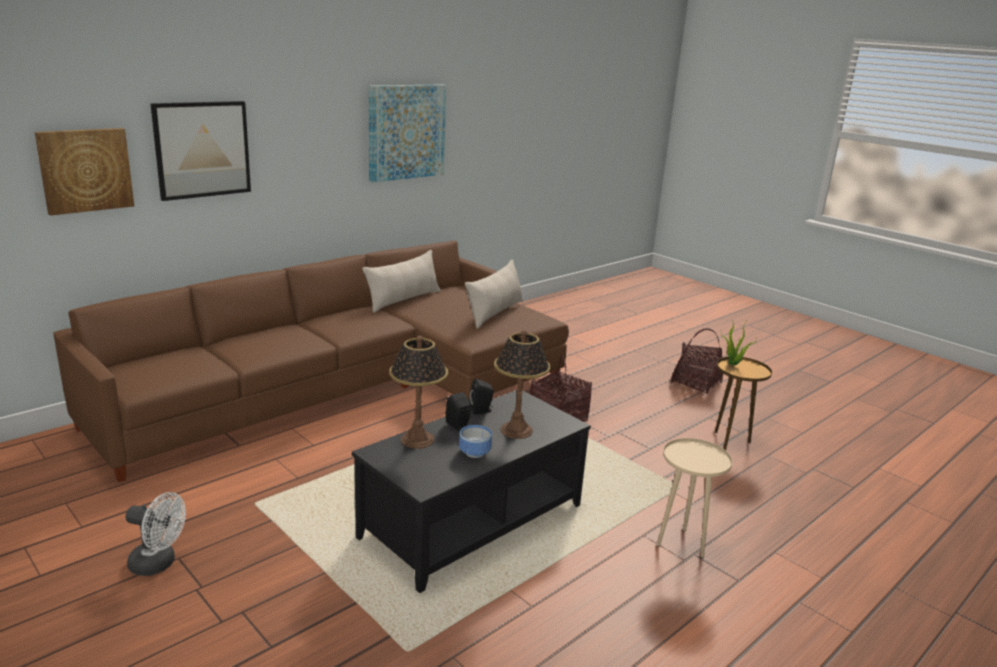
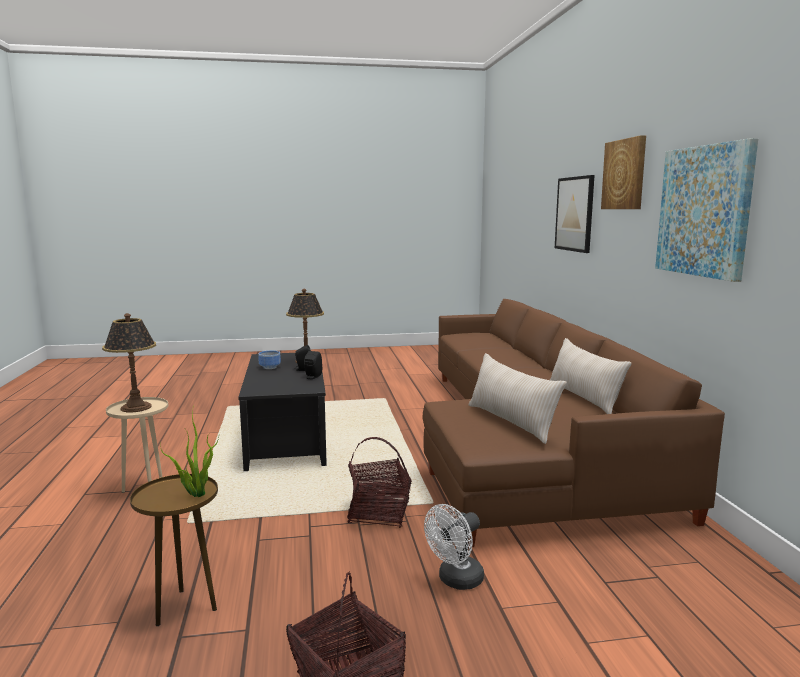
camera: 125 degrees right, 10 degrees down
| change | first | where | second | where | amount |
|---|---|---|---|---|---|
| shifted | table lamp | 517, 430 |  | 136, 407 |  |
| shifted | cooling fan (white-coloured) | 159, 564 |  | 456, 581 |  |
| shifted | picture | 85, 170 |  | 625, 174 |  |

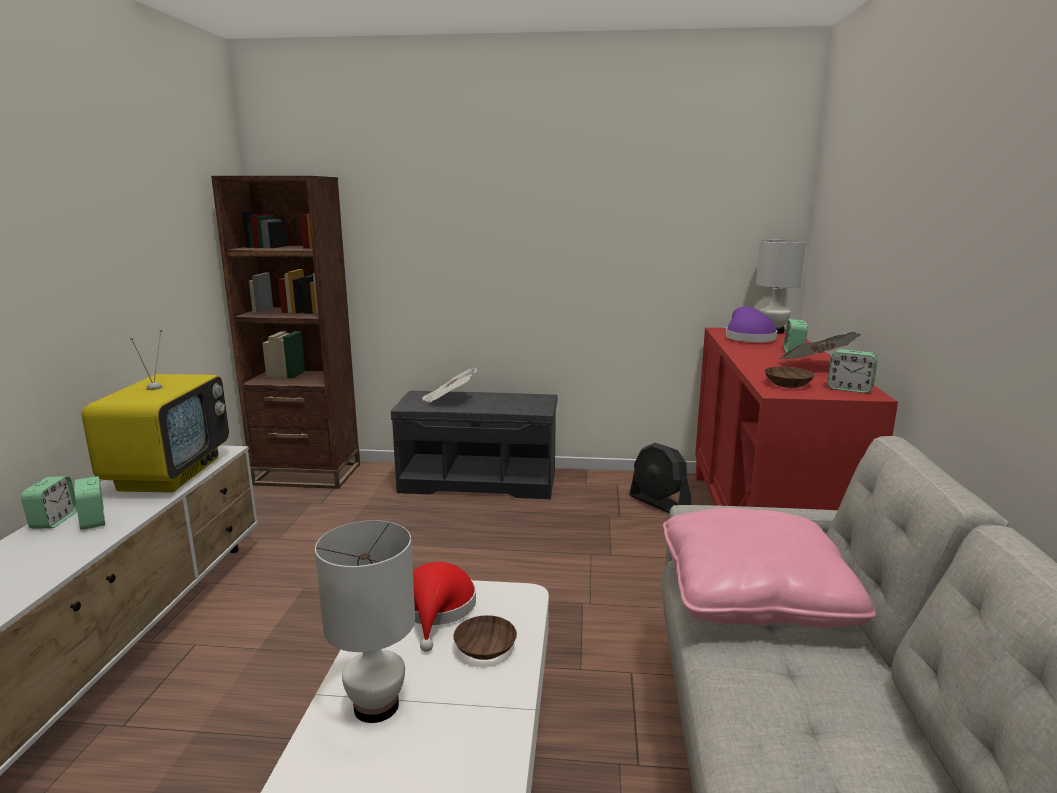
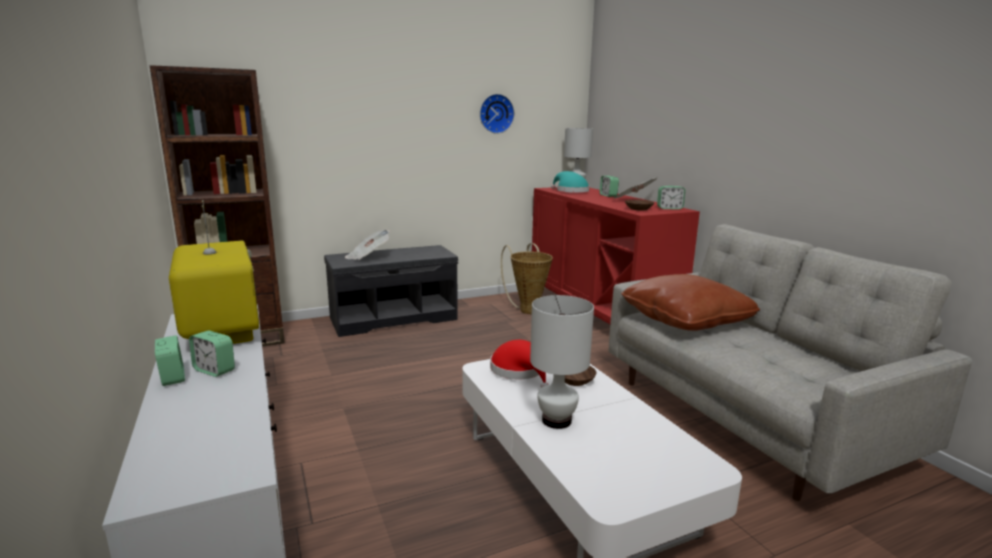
camera: 30 degrees left, 0 degrees up
| change | first | where | second | where | amount |
|---|---|---|---|---|---|
| new |  |  | hanging clock | 495, 113 |  |
| swapped | cooling fan (black-coloured) | 659, 503 | household basket | 527, 309 |  |
| repainted | wearable hat (purple) | 747, 338 | wearable hat (blue-green) | 570, 191 |  |
| repainted | pillow (pinkish) | 753, 596 | pillow (brown-coloured) | 685, 320 |  |

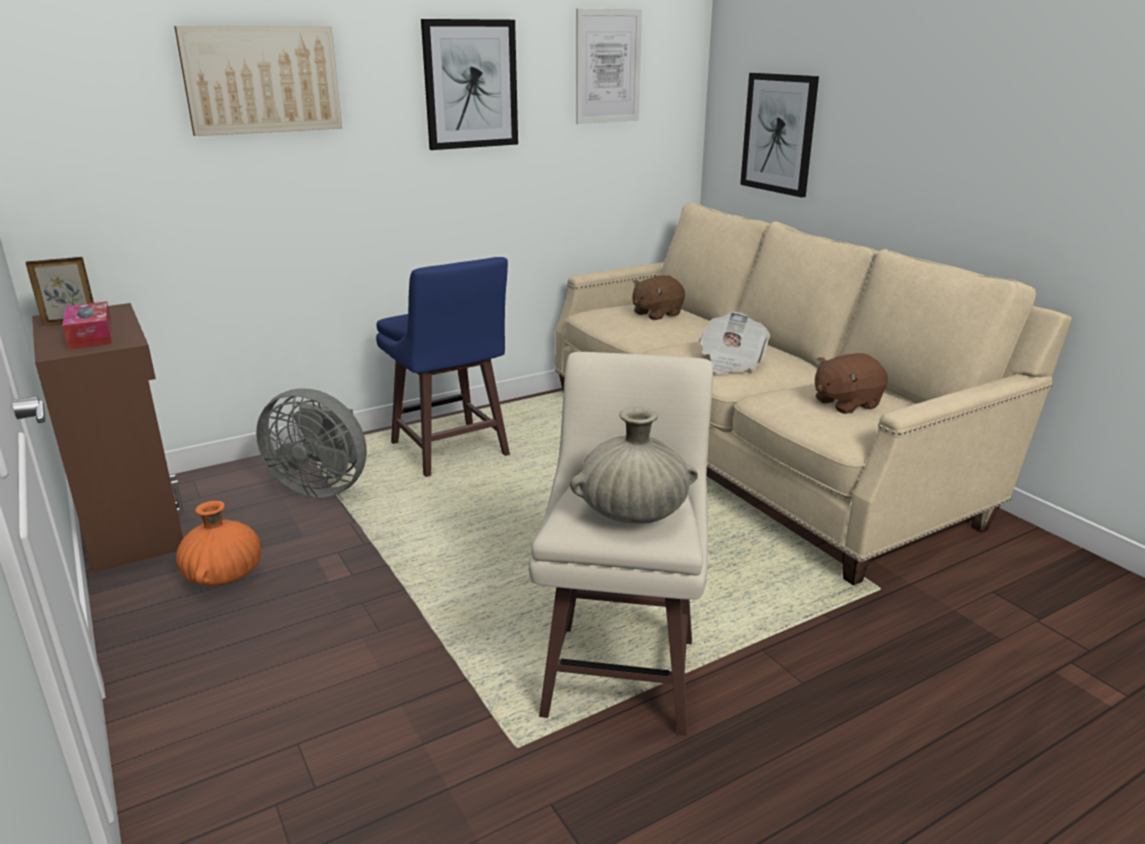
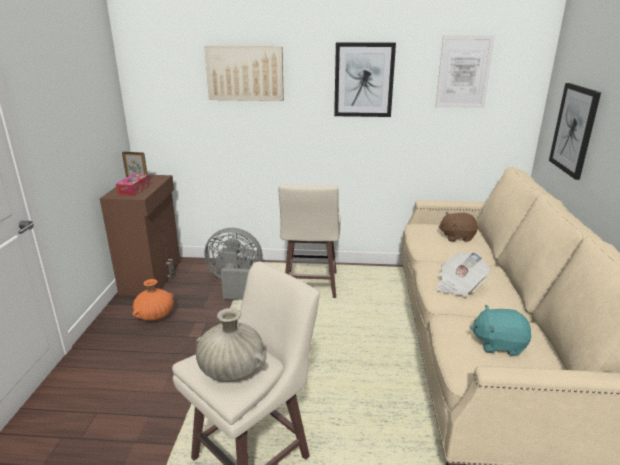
camera: 35 degrees right, 0 degrees up
| change | first | where | second | where | amount |
|---|---|---|---|---|---|
| rotated | cooling fan (grey) | 322, 486 |  | 235, 284 | 135 degrees clockwise |
| repainted | sitting stool (blue) | 450, 451 | sitting stool (beige) | 310, 285 |  |
| repainted | plush toy (brown-coloured) | 845, 403 | plush toy (blue-green) | 498, 344 |  |

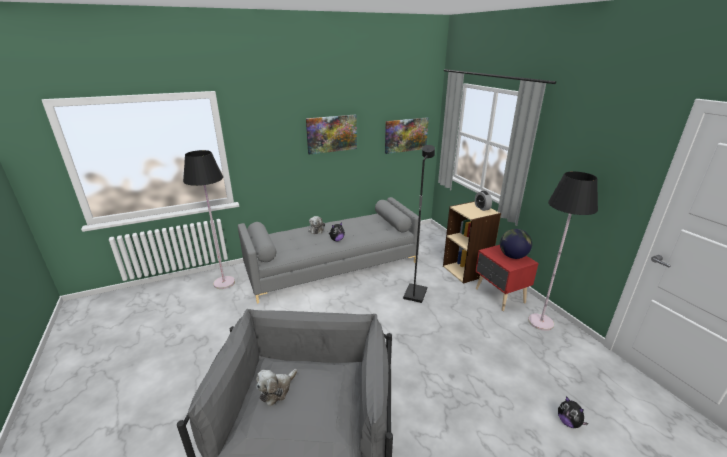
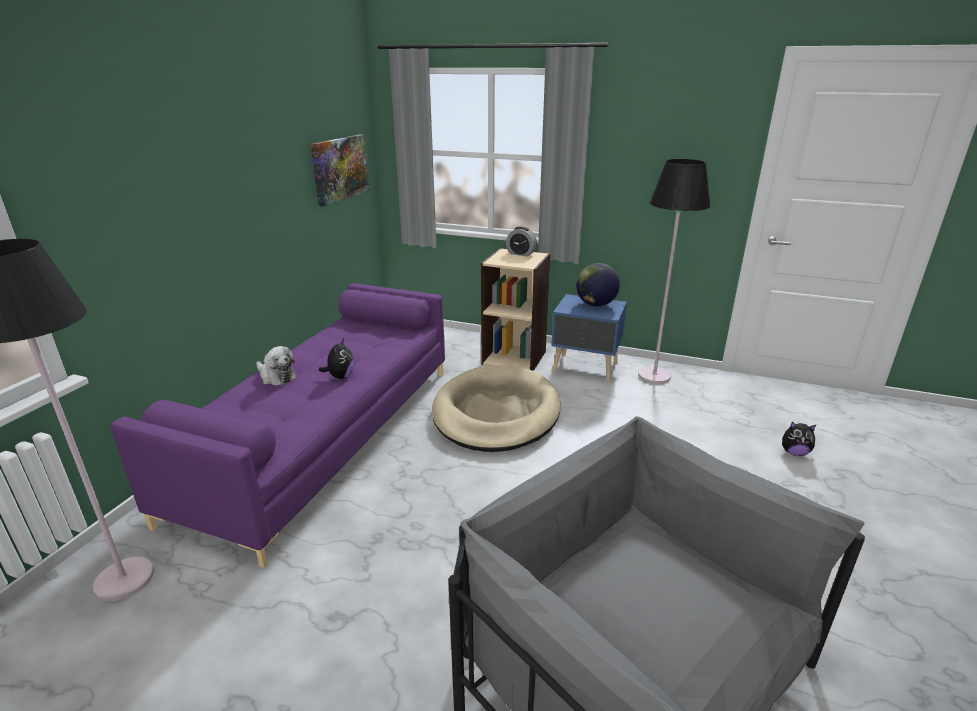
camera: 45 degrees left, 0 degrees up
| change | first | where | second | where | amount |
|---|---|---|---|---|---|
| repainted | sofa (grey) | 333, 266 | sofa (purple) | 325, 436 |  |
| swapped | floor lamp (black-coloured) | 414, 294 | pet bed (beige) | 496, 413 |  |
| repainted | night table (red-coloured) | 499, 296 | night table (blue) | 586, 369 |  |
| gone | plush toy | 277, 390 |  |  |  |
| gone | picture | 331, 134 |  |  |  |

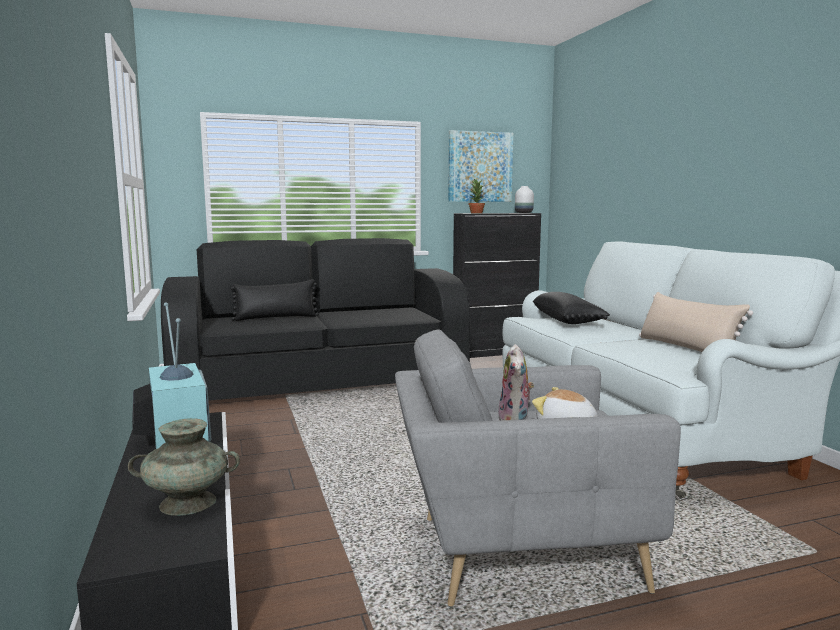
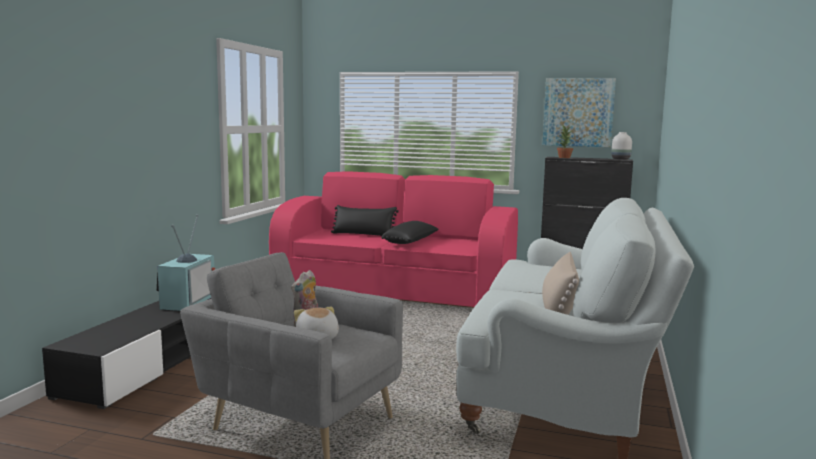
camera: 35 degrees right, 0 degrees up
| change | first | where | second | where | amount |
|---|---|---|---|---|---|
| repainted | sofa (black-coloured) | 321, 381 | sofa (pinkish) | 393, 291 |  |
| shifted | pillow (black-coloured) | 568, 321 |  | 411, 242 |  |
| gone | vase (blue-green) | 187, 503 |  |  |  |

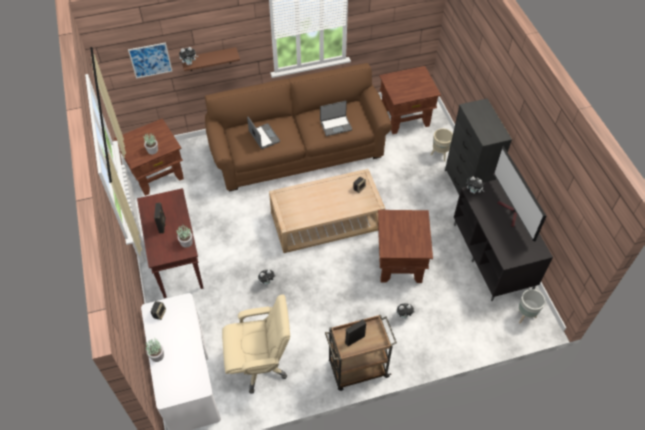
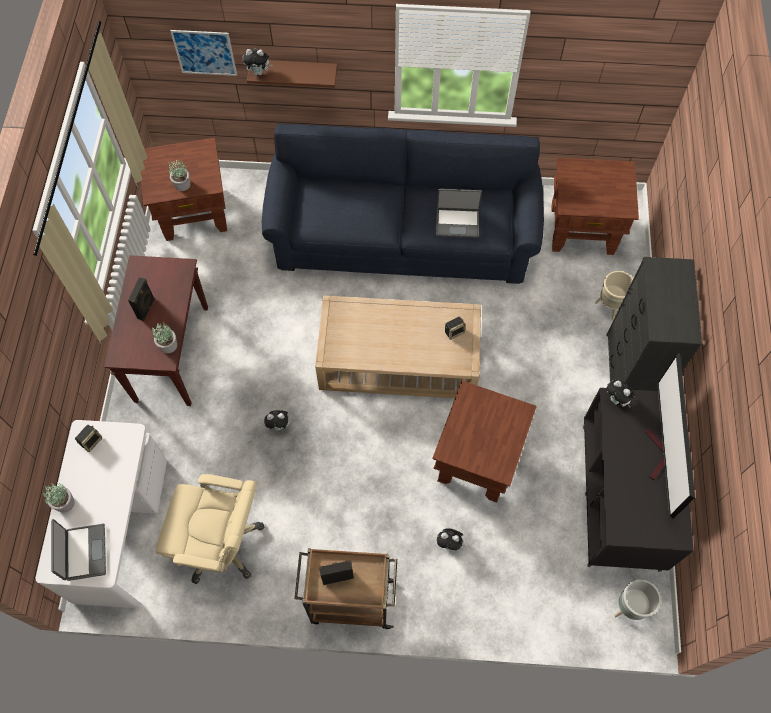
camera: 20 degrees right, 10 degrees up
| change | first | where | second | where | amount |
|---|---|---|---|---|---|
| shifted | notebook computer | 263, 137 |  | 84, 552 |  |
| repainted | sofa (brown-coloured) | 298, 151 | sofa (blue) | 403, 236 |  |

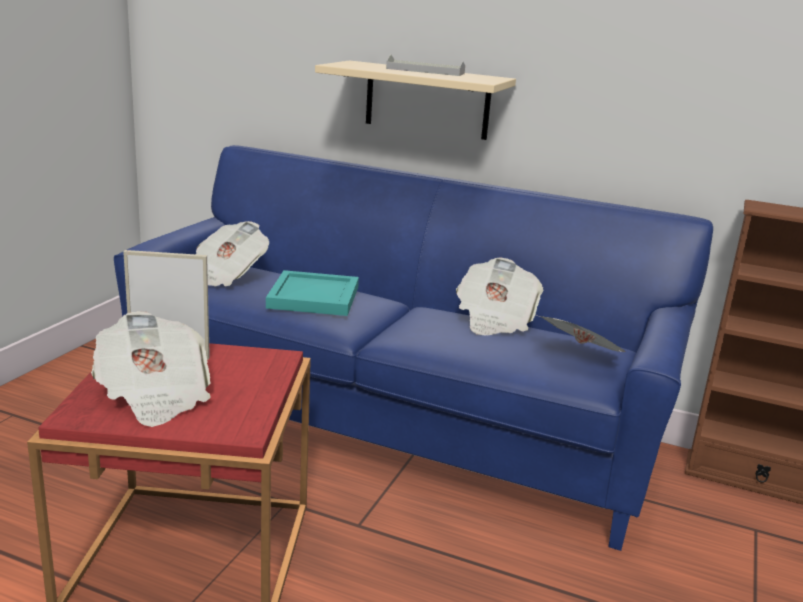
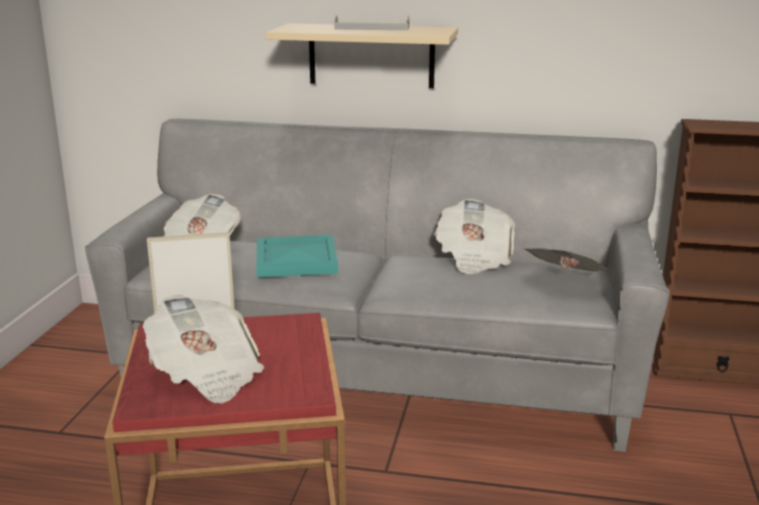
camera: 10 degrees left, 0 degrees up
| change | first | where | second | where | amount |
|---|---|---|---|---|---|
| repainted | sofa (blue) | 392, 428 | sofa (grey) | 379, 377 |  |

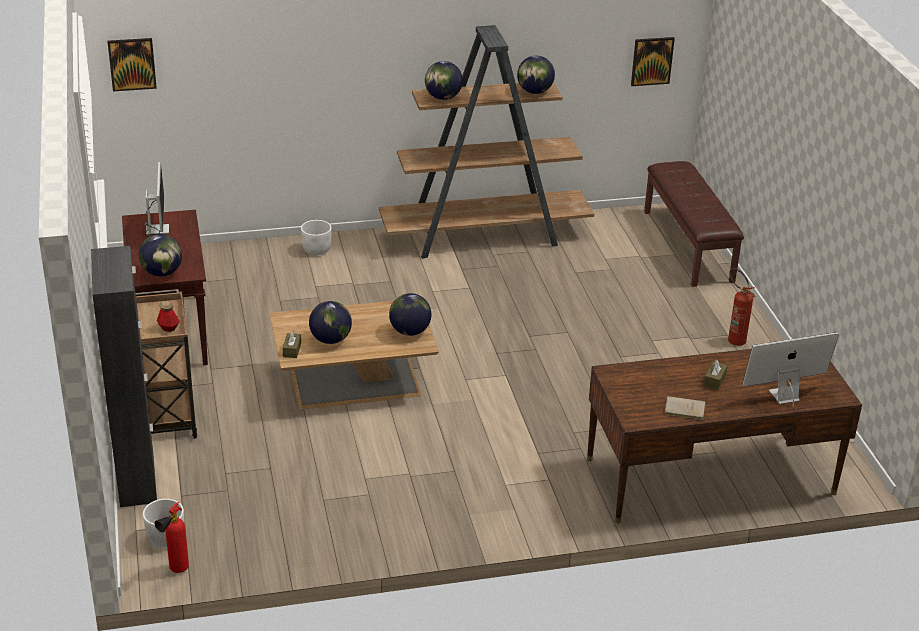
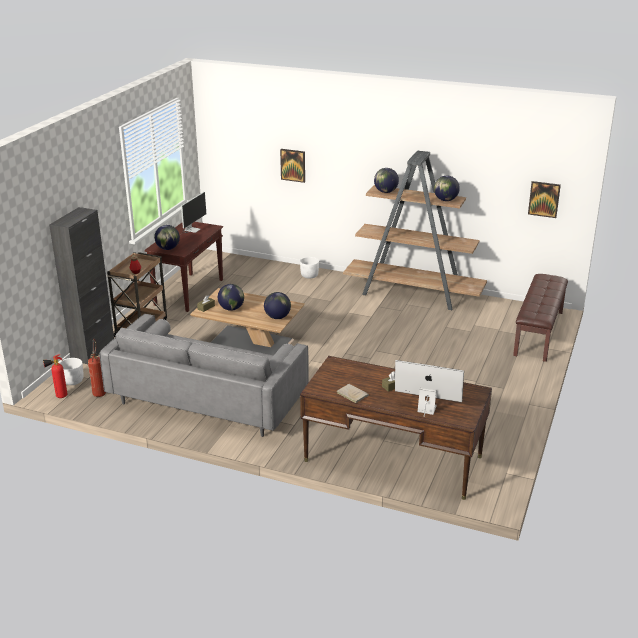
camera: 35 degrees right, 5 degrees down
| change | first | where | second | where | amount |
|---|---|---|---|---|---|
| shifted | extinguisher | 733, 339 |  | 99, 391 |  |
| new |  |  | sofa (grey) | 208, 400 |  |
| shifted | picture | 132, 64 |  | 293, 165 |  |

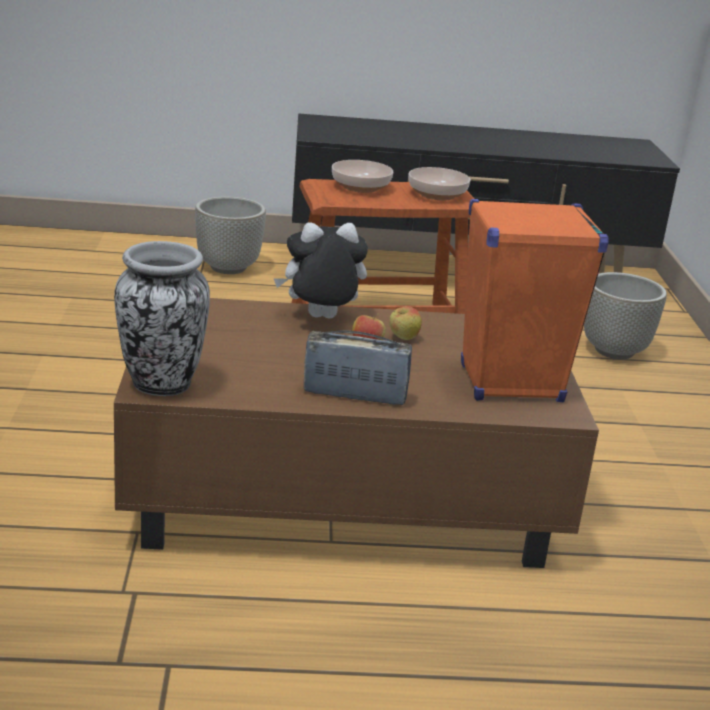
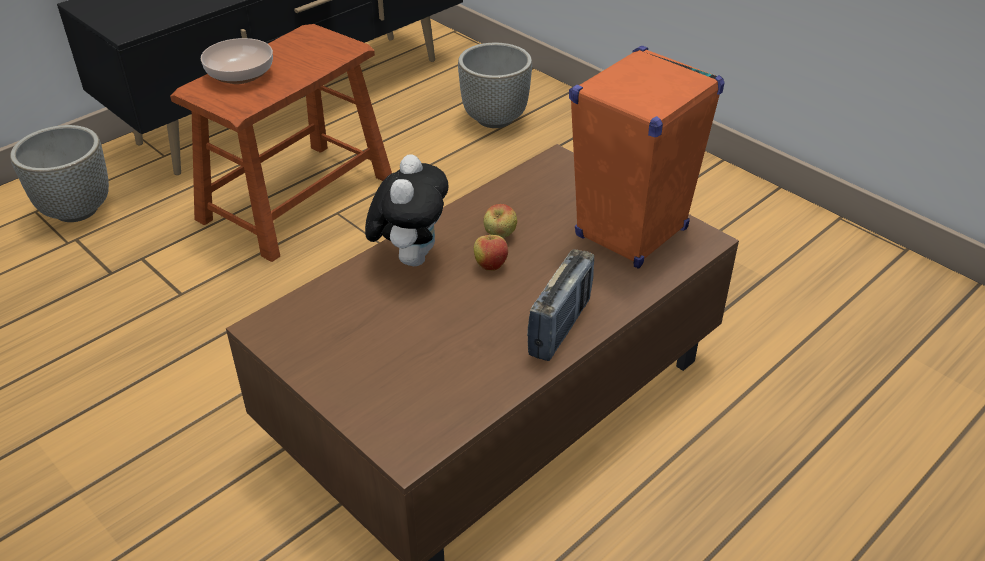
camera: 40 degrees left, 15 degrees up
| change | first | where | second | where | amount |
|---|---|---|---|---|---|
| rotated | plush toy | 320, 319 |  | 410, 257 | 150 degrees clockwise |
| rotated | radio | 354, 395 |  | 560, 327 | 150 degrees clockwise |
| gone | vase | 161, 385 |  |  |  |
| gone | bowl | 436, 195 |  |  |  |

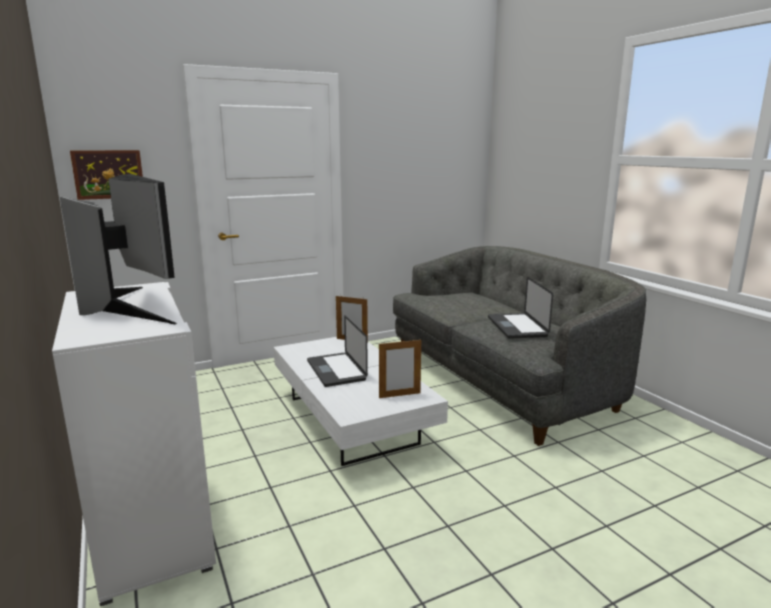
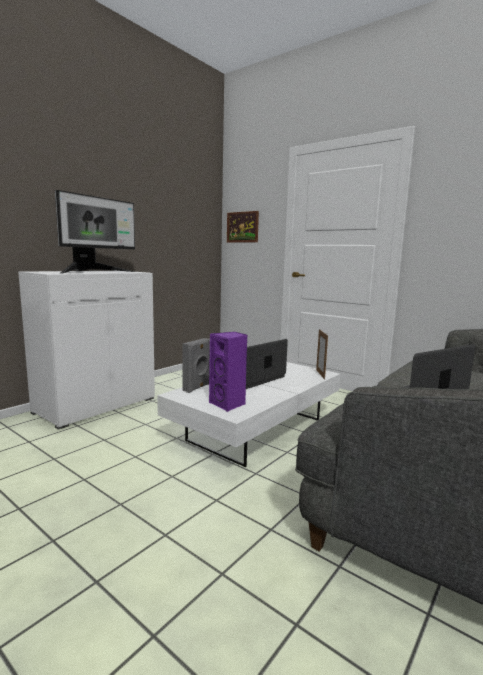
camera: 65 degrees right, 5 degrees down
| change | first | where | second | where | amount |
|---|---|---|---|---|---|
| new |  |  | speaker (grey) | 197, 387 |  |
| swapped | photo frame | 399, 395 | speaker (purple) | 228, 404 |  |

